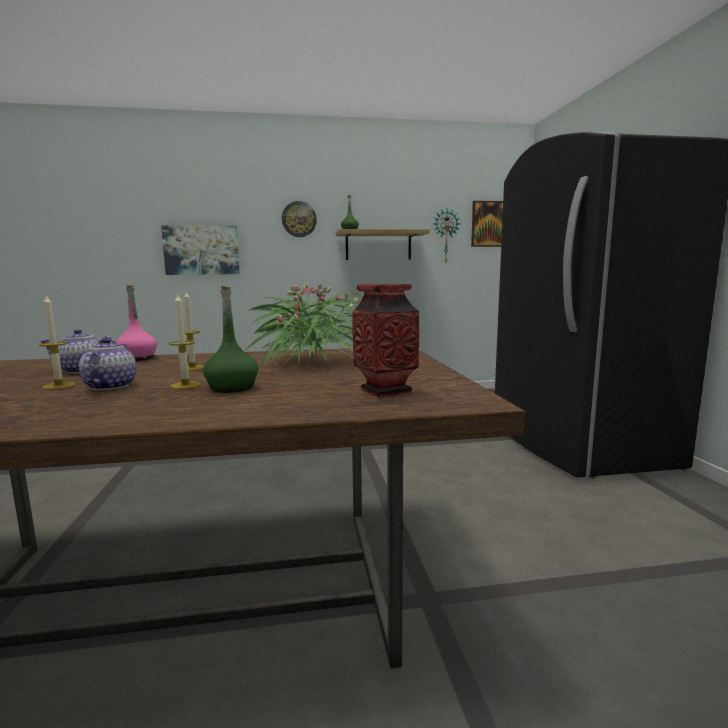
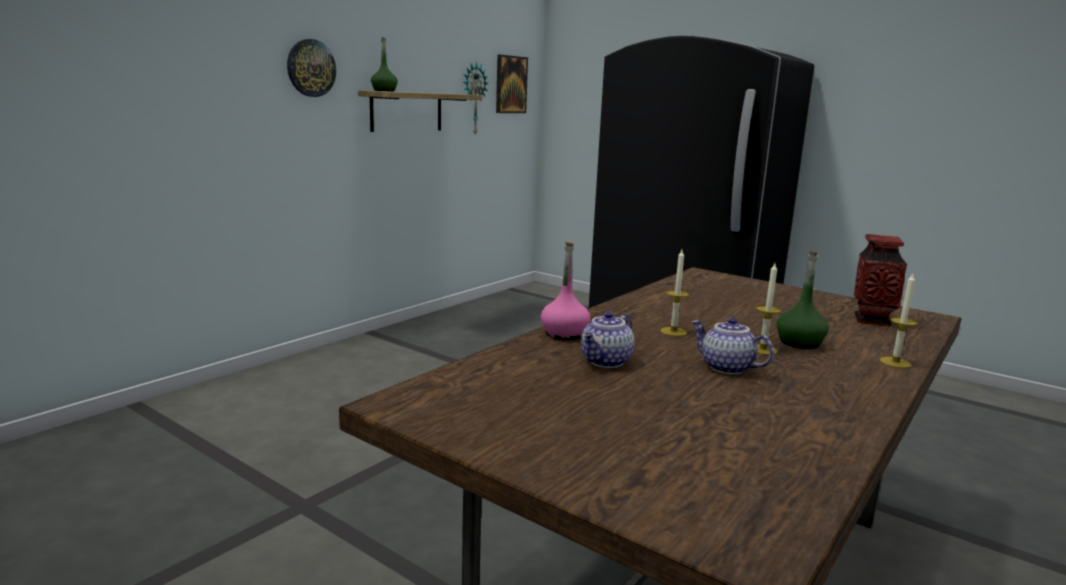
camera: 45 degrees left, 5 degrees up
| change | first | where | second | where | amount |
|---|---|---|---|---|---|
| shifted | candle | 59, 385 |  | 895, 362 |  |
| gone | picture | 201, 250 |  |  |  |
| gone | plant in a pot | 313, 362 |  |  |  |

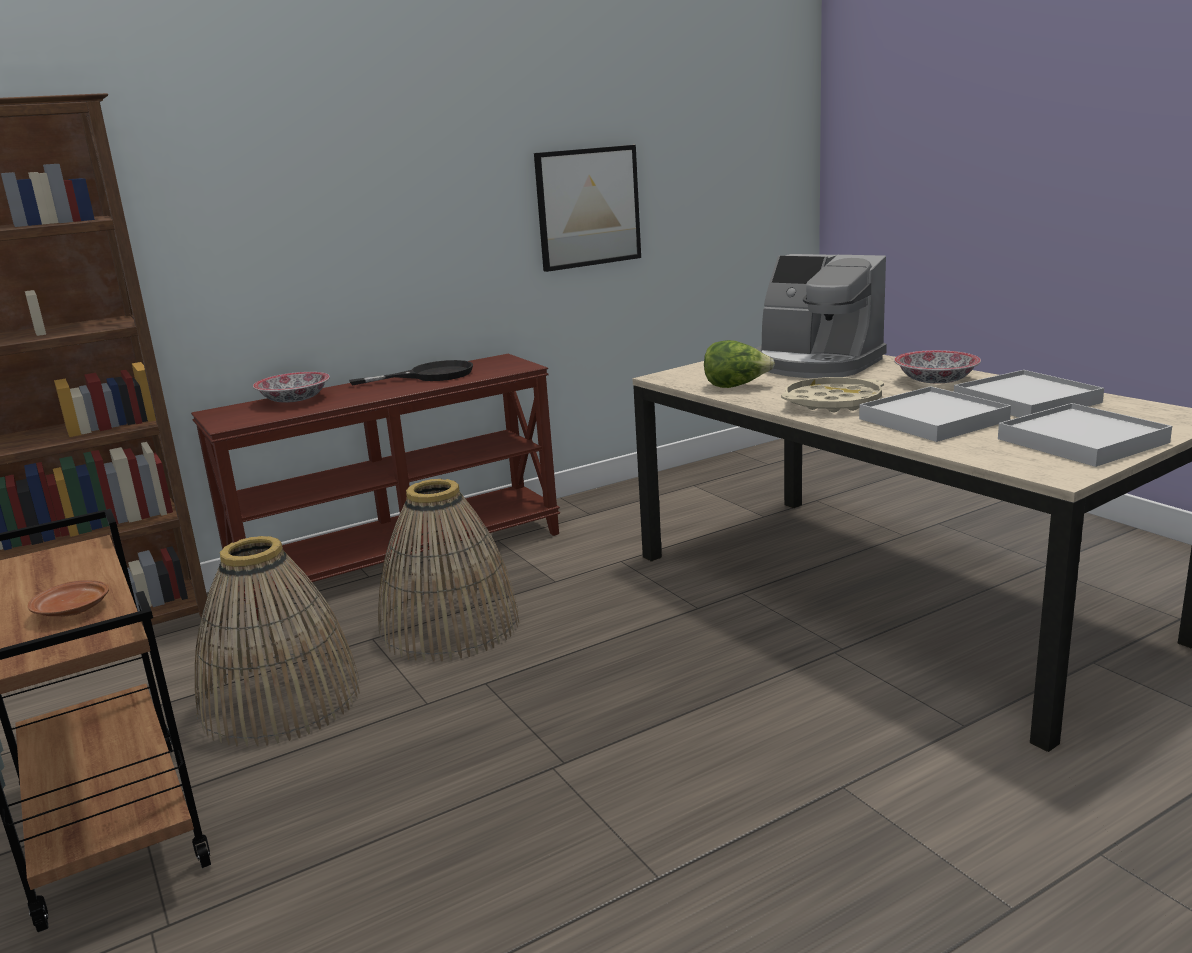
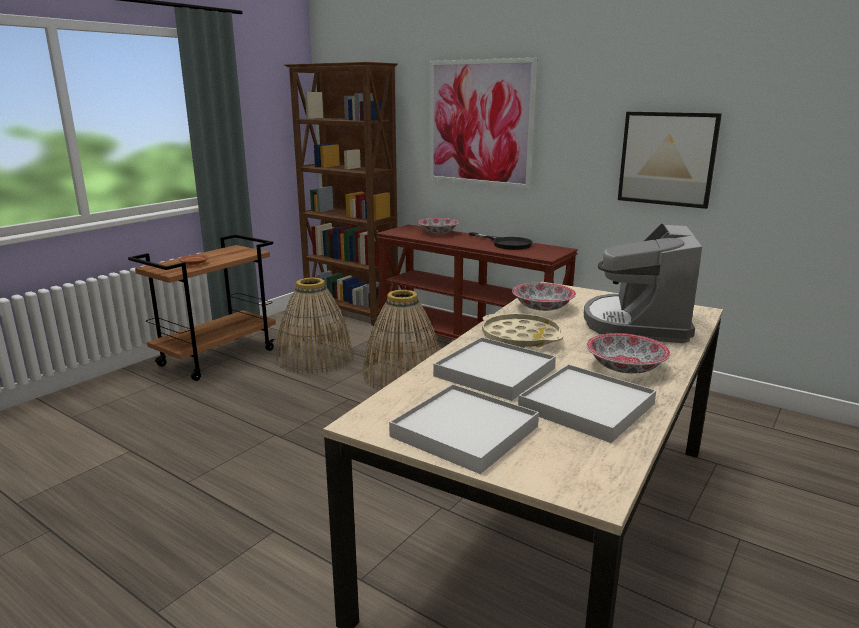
camera: 65 degrees right, 0 degrees up
| change | first | where | second | where | amount |
|---|---|---|---|---|---|
| new |  |  | picture | 480, 123 |  |
| swapped | lettuce head | 736, 386 | bowl | 542, 307 |  |

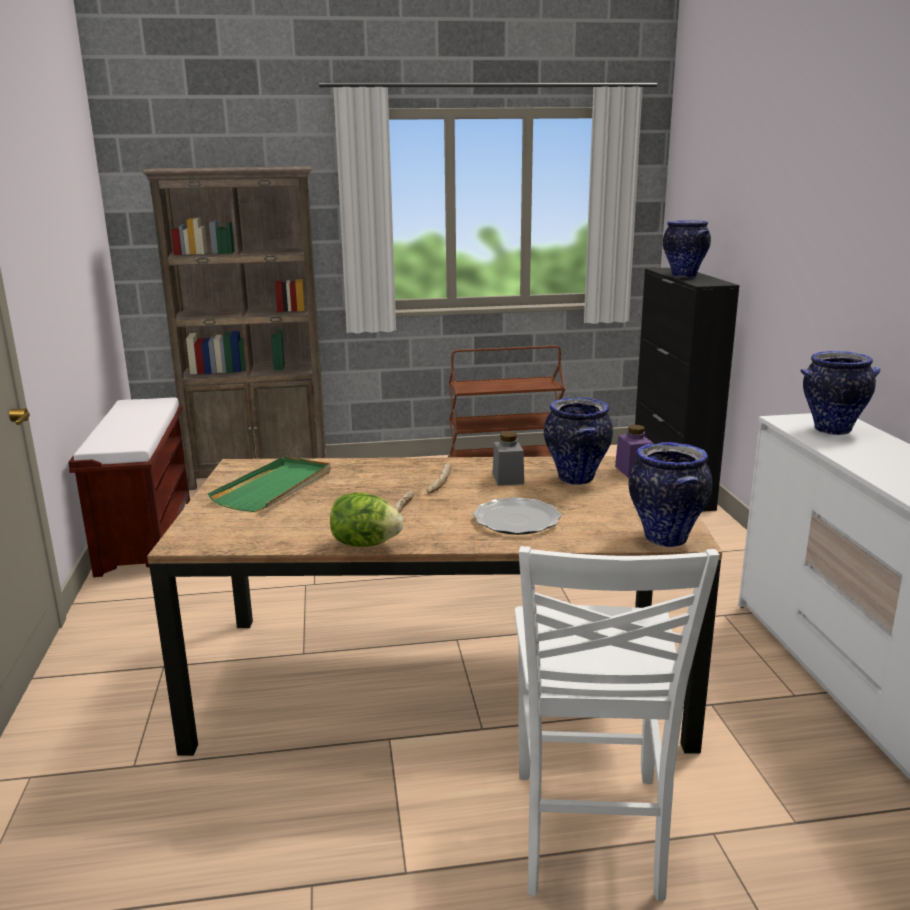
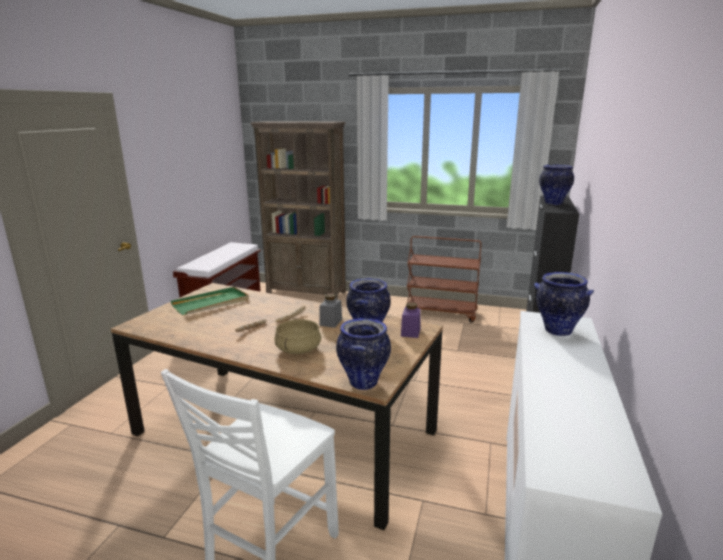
camera: 25 degrees right, 0 degrees up
| change | first | where | second | where | amount |
|---|---|---|---|---|---|
| swapped | dinner plate | 516, 520 | saucepot (beige) | 298, 349 |  |
| gone | lettuce head | 365, 544 |  |  |  |

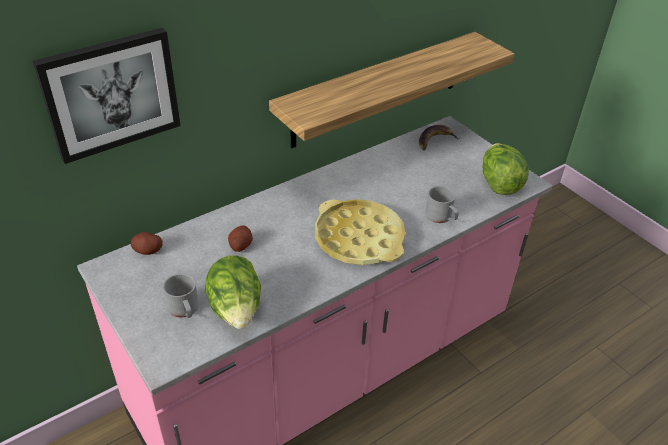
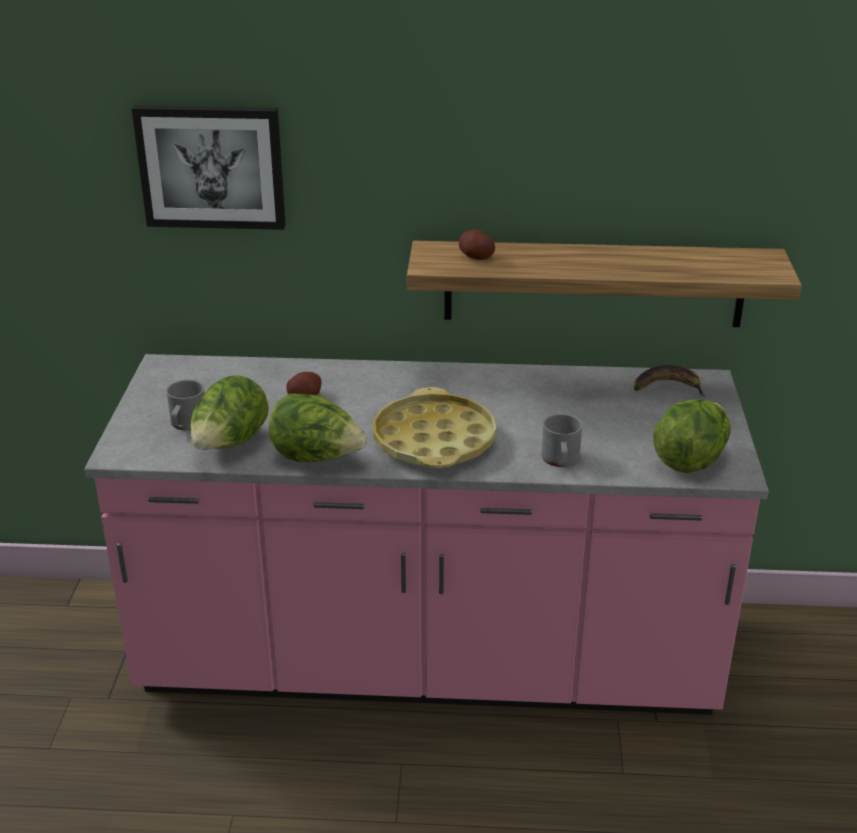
camera: 40 degrees right, 10 degrees down
| change | first | where | second | where | amount |
|---|---|---|---|---|---|
| new |  |  | lettuce head | 317, 458 |  |
| shifted | whole potato | 148, 251 |  | 476, 257 |  |

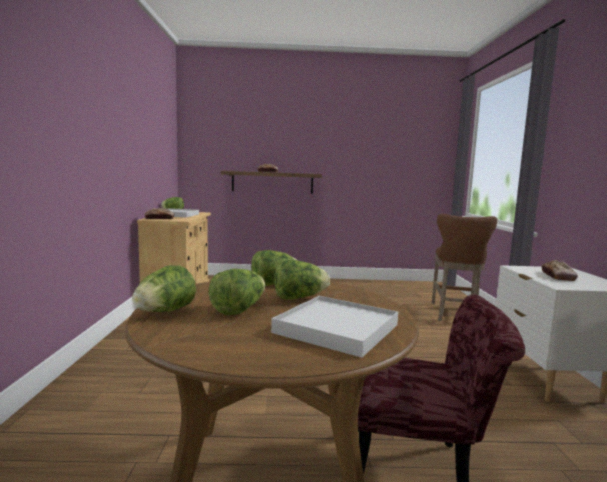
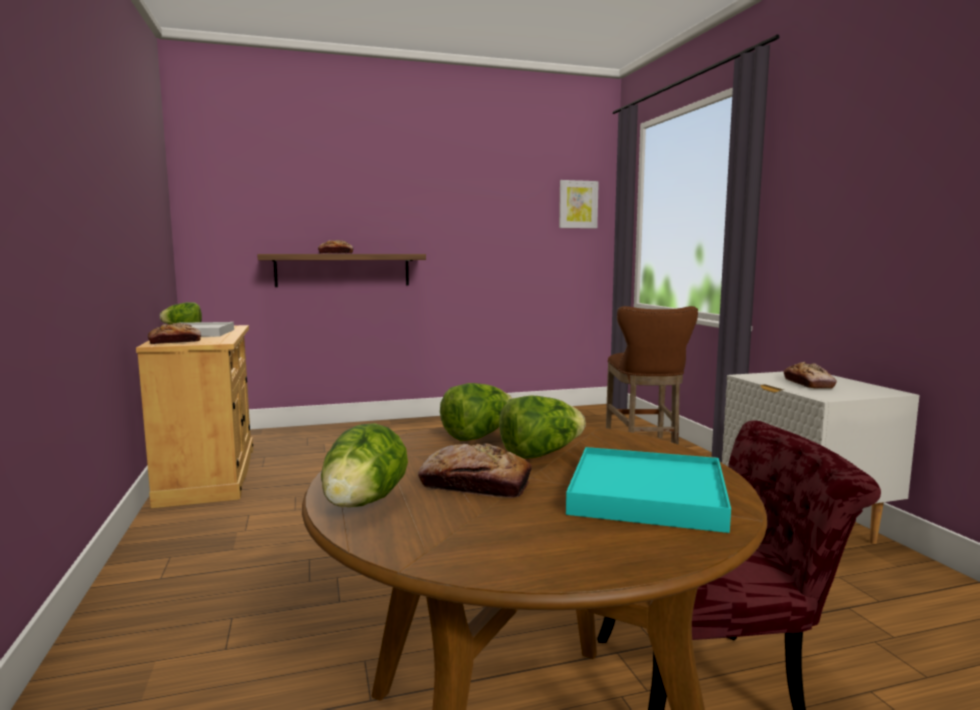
camera: 15 degrees left, 0 degrees up
| change | first | where | second | where | amount |
|---|---|---|---|---|---|
| swapped | lettuce head | 238, 310 | baked bread | 475, 485 |  |
| new |  |  | picture | 578, 204 |  |
| repainted | serving tray (white-coloured) | 336, 328 | serving tray (blue-green) | 646, 494 |  |

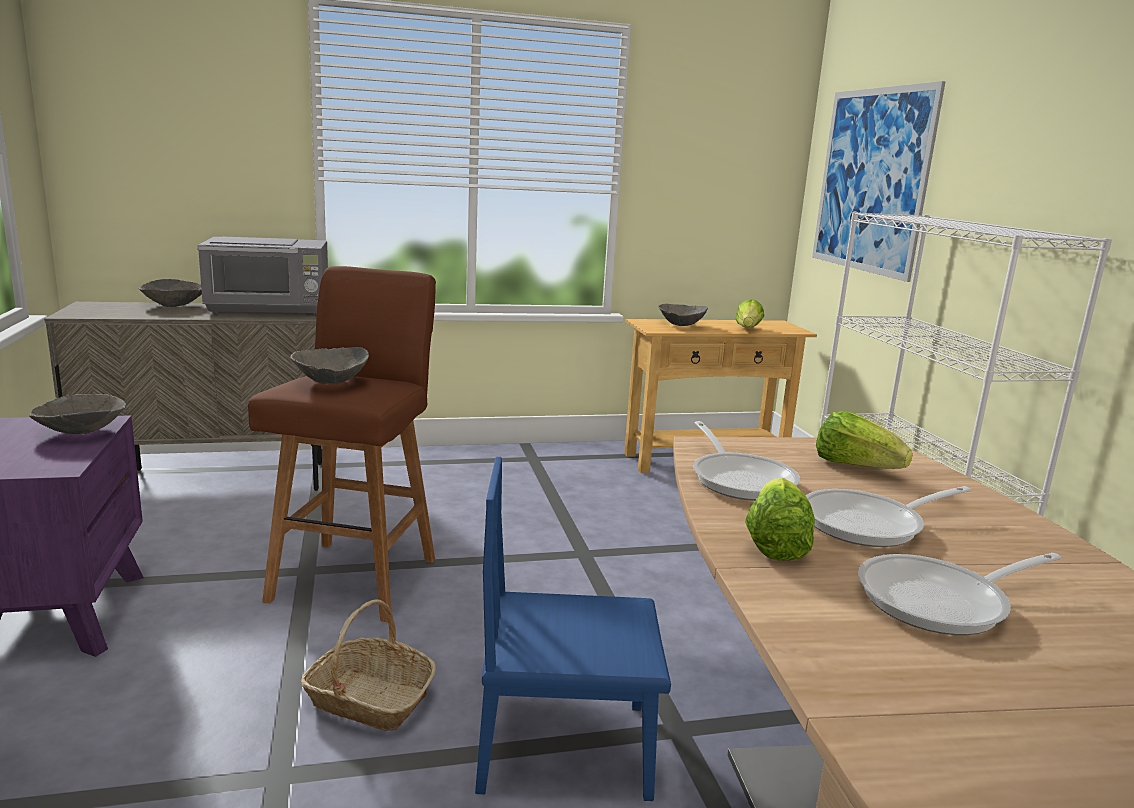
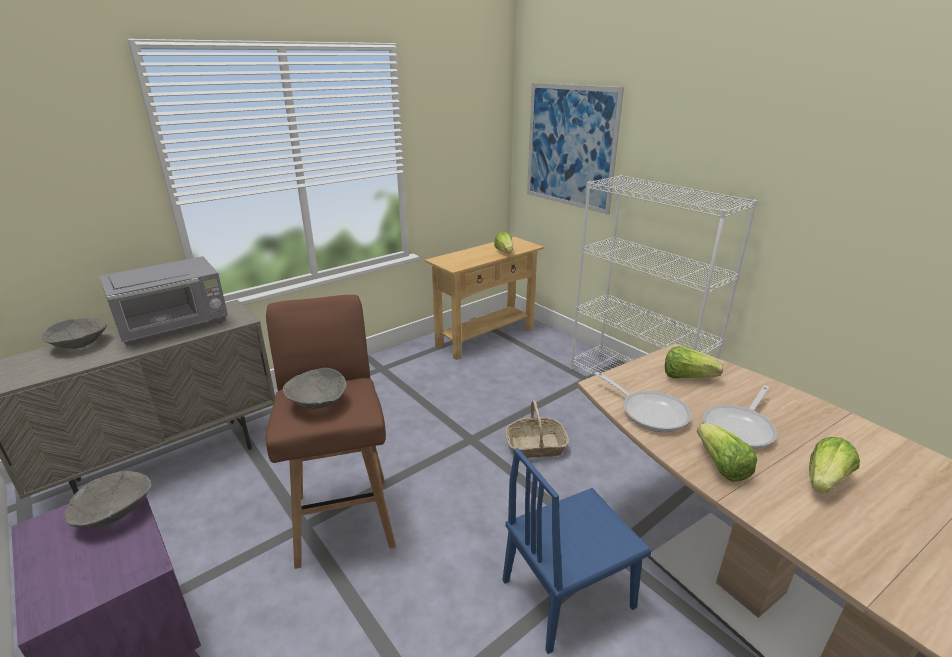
camera: 25 degrees left, 10 degrees up
| change | first | where | second | where | amount |
|---|---|---|---|---|---|
| shifted | household basket | 369, 699 |  | 535, 446 |  |
| swapped | frying pan | 942, 602 | lettuce head | 825, 480 |  |
| gone | bowl (grey) | 681, 325 |  |  |  |

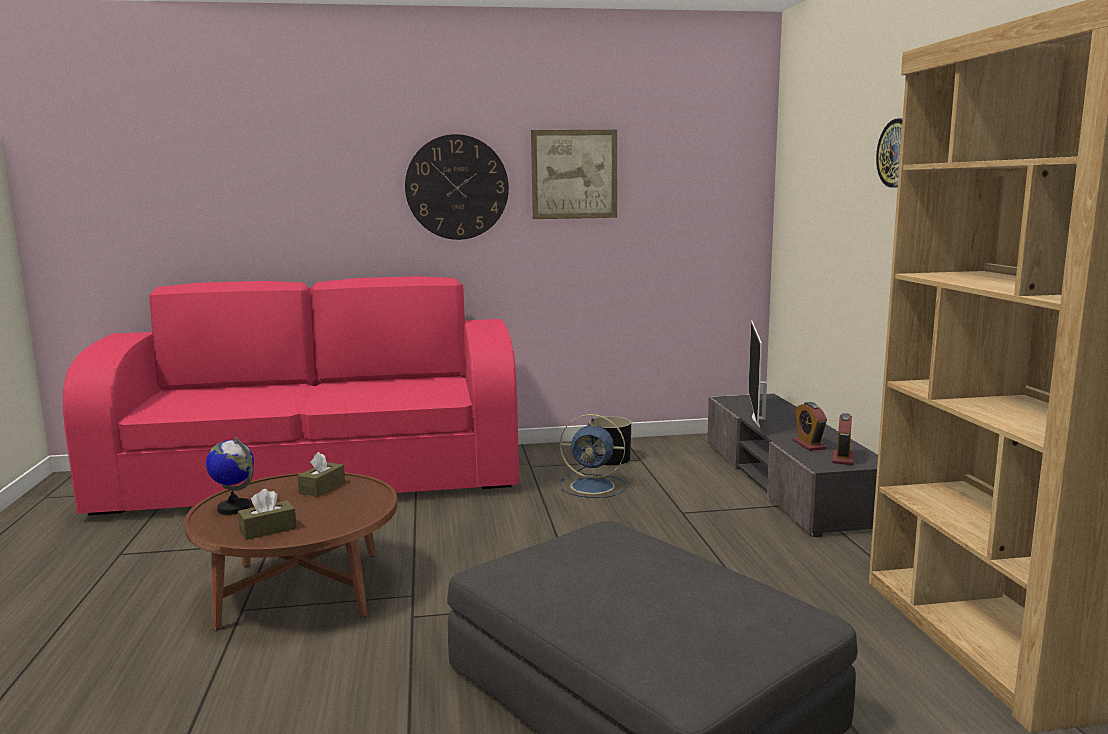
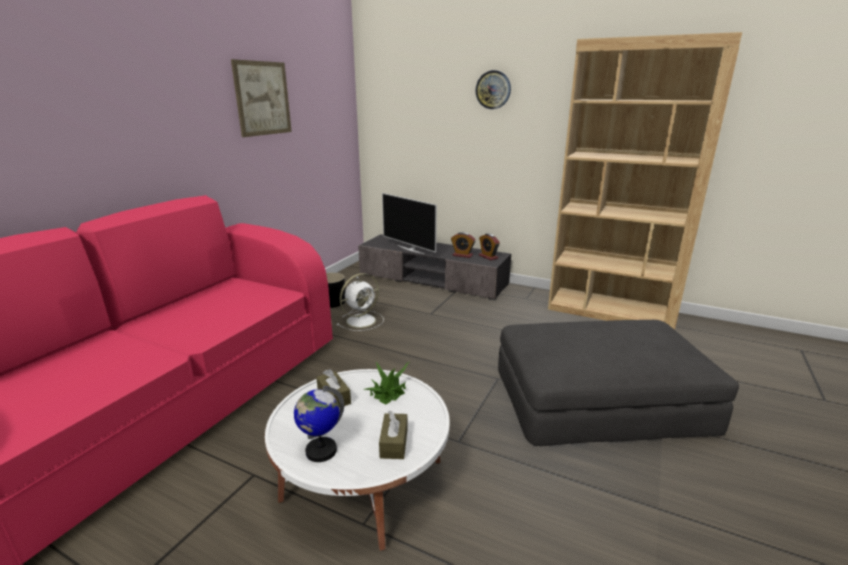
camera: 55 degrees left, 10 degrees up
| change | first | where | second | where | amount |
|---|---|---|---|---|---|
| repainted | coffee table (brown-coloured) | 301, 589 | coffee table (white-coloured) | 363, 480 |  |
| repainted | cooling fan (blue) | 594, 486 | cooling fan (white-coloured) | 362, 320 |  |
| new |  |  | plant in a pot | 388, 392 |  |
| gone | hanging clock | 457, 187 |  |  |  |

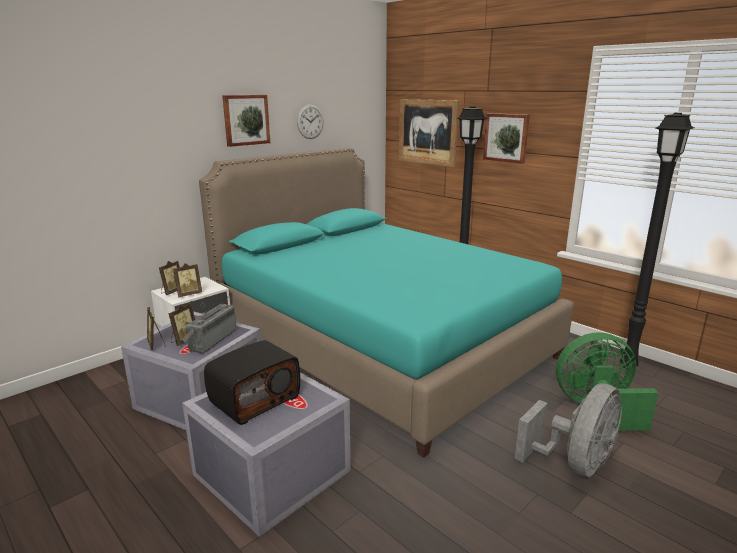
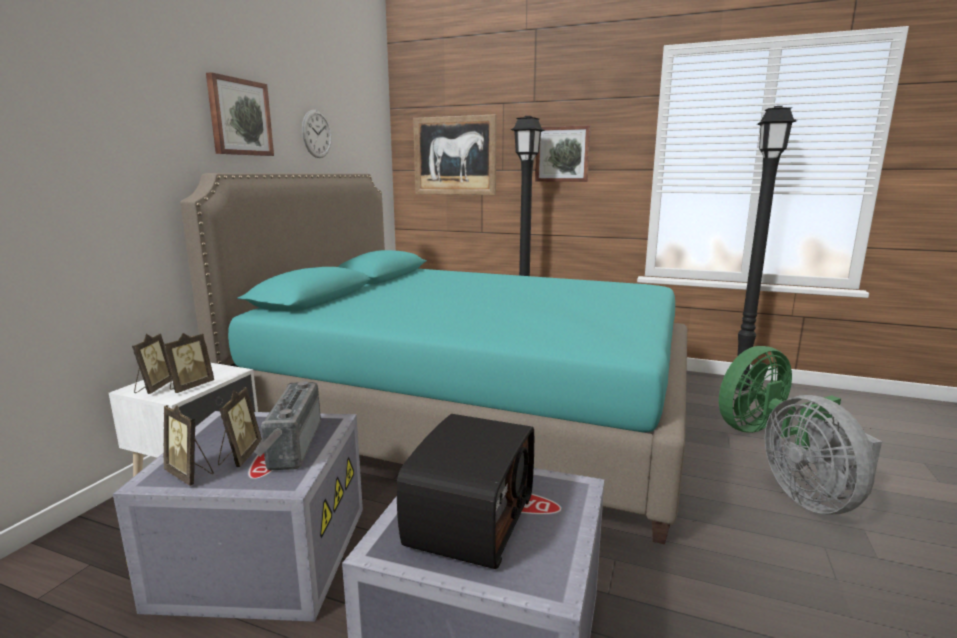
camera: 25 degrees left, 5 degrees down
| change | first | where | second | where | amount |
|---|---|---|---|---|---|
| rotated | cooling fan (grey) | 574, 464 |  | 814, 499 | 150 degrees clockwise |

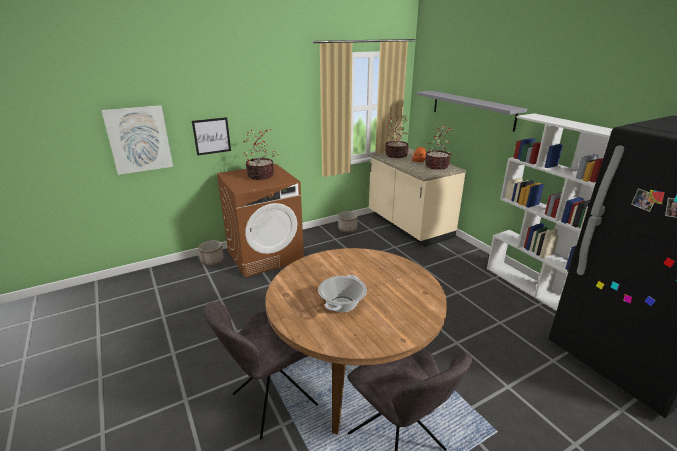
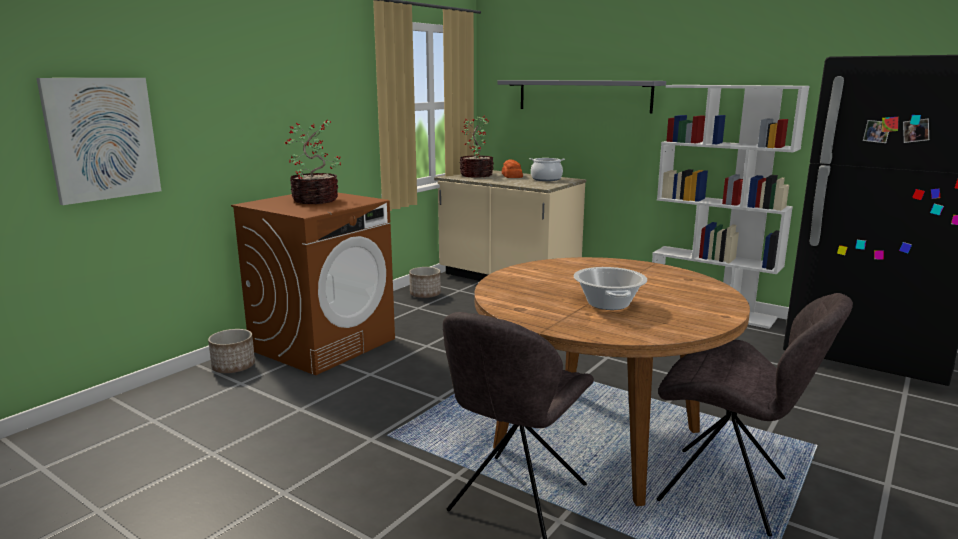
camera: 25 degrees left, 10 degrees down
| change | first | where | second | where | amount |
|---|---|---|---|---|---|
| swapped | plant in a pot | 437, 166 | saucepot | 546, 179 |  |
| gone | picture | 211, 136 |  |  |  |

